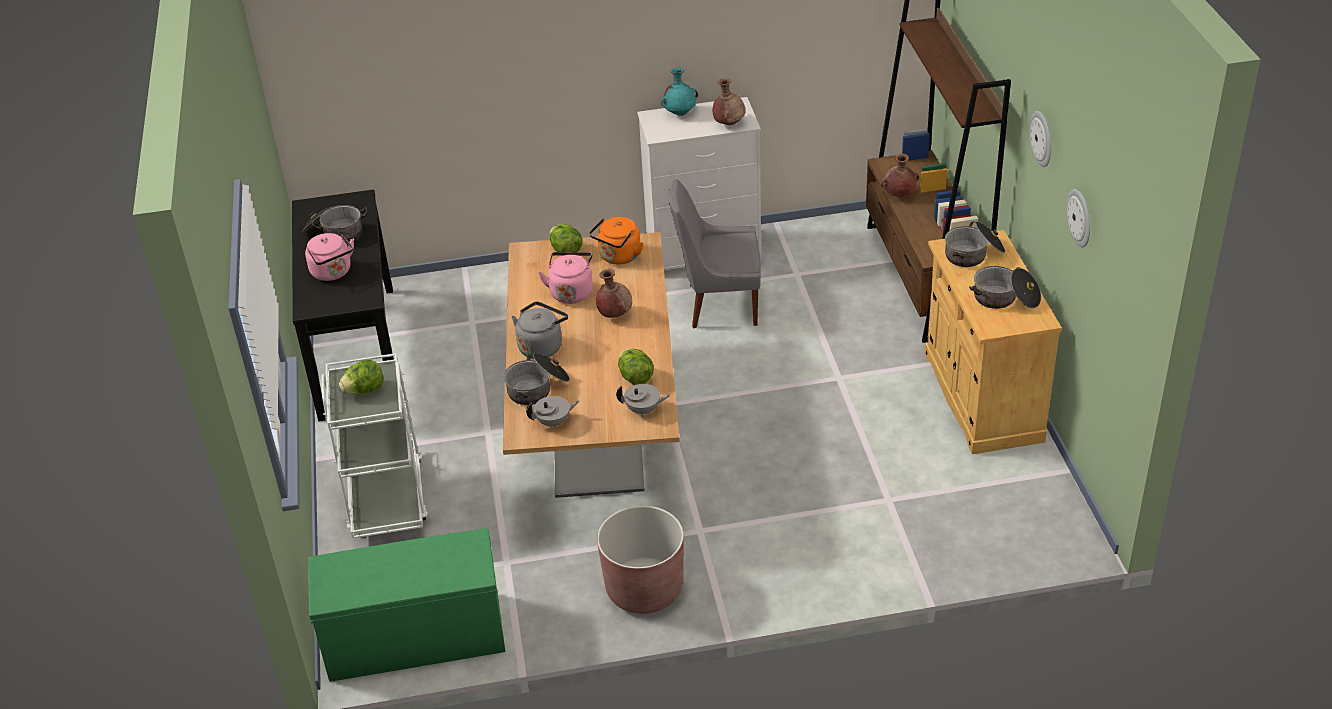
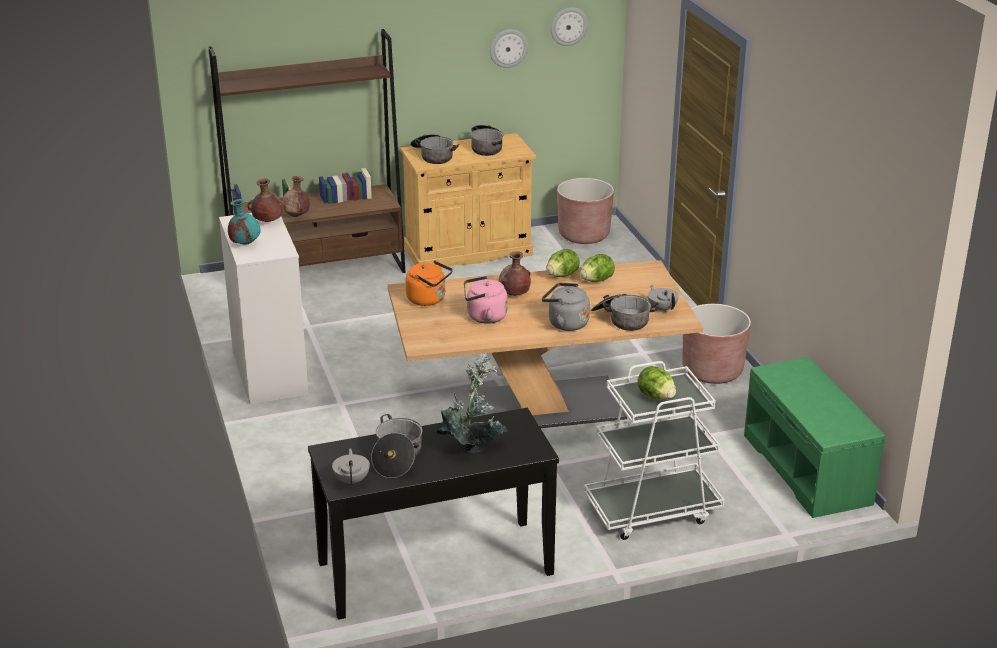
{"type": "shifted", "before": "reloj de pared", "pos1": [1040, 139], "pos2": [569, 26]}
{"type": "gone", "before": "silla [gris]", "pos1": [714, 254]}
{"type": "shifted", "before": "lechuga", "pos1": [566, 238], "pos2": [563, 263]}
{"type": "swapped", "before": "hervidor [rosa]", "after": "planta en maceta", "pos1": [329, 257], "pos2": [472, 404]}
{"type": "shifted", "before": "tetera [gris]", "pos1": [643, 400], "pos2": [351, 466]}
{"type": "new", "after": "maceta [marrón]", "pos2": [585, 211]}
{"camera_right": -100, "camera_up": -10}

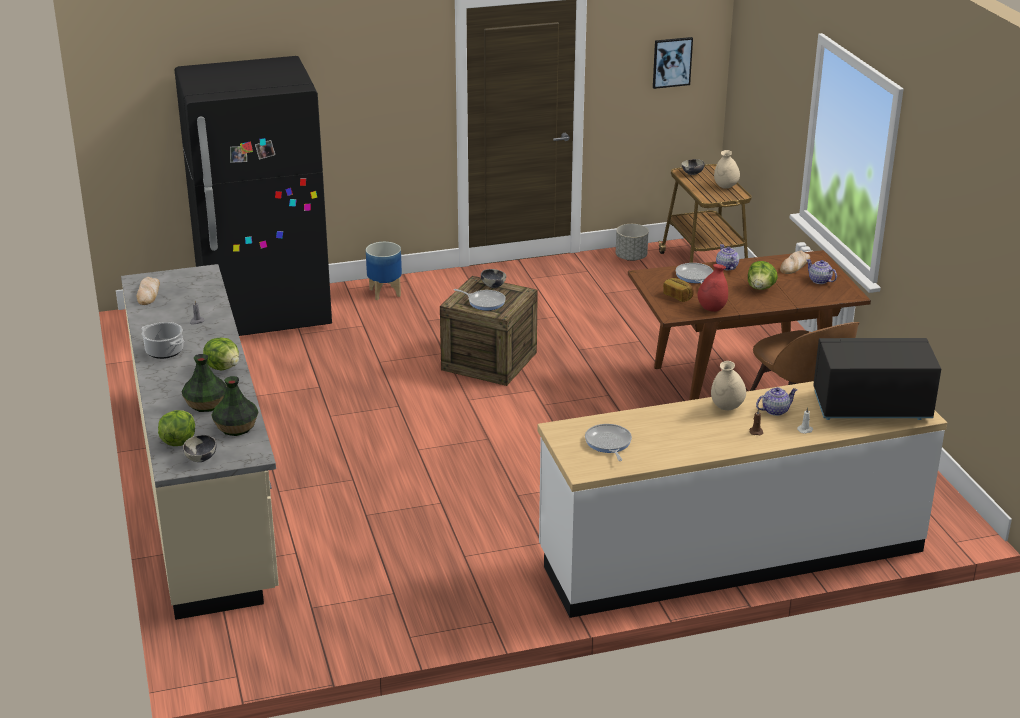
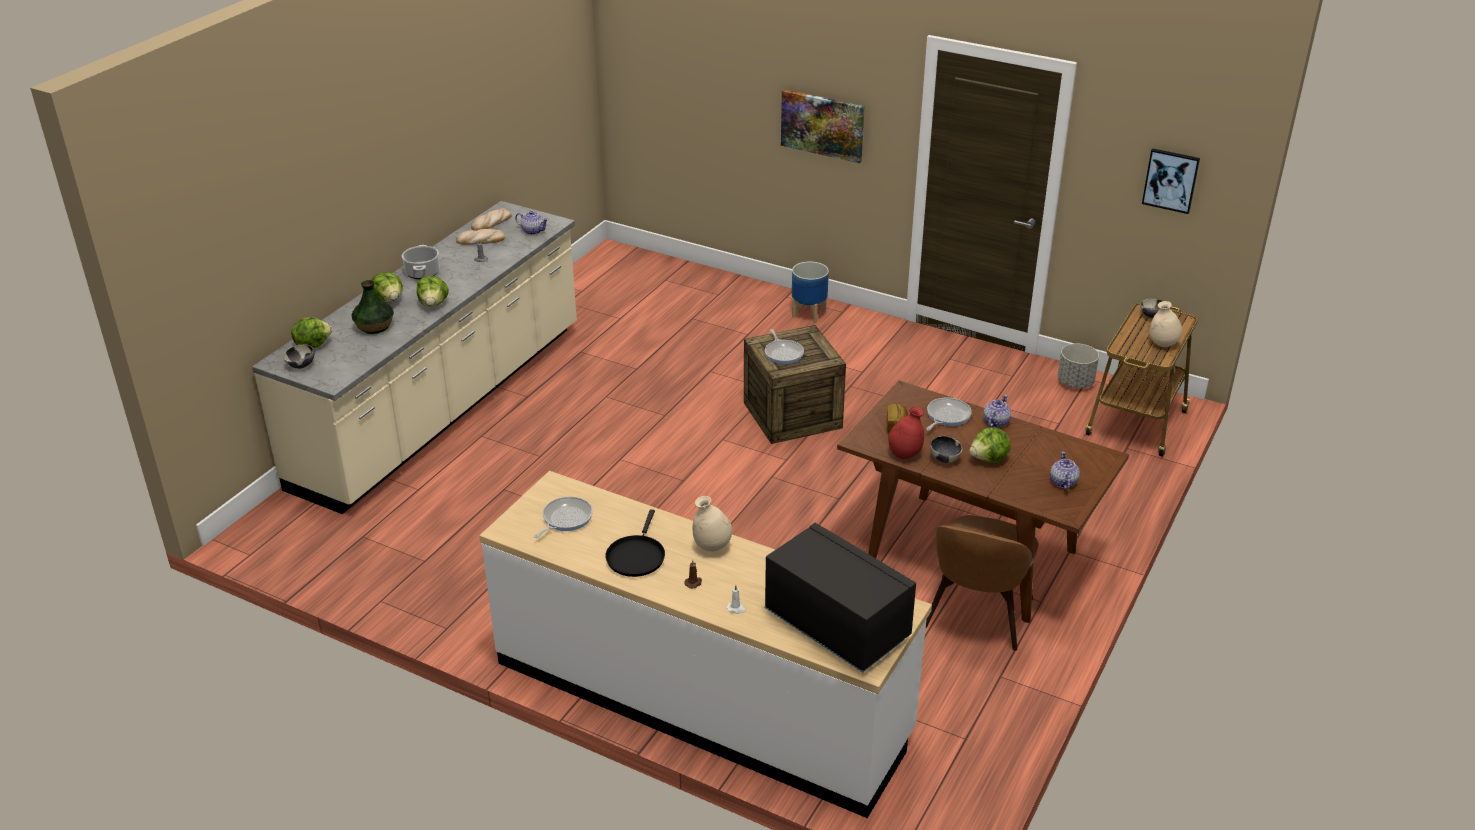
{"type": "gone", "before": "nevera [negro]", "pos1": [253, 196]}
{"type": "shifted", "before": "pan", "pos1": [795, 262], "pos2": [480, 237]}
{"type": "shifted", "before": "cuenco", "pos1": [493, 278], "pos2": [946, 449]}
{"type": "gone", "before": "florero", "pos1": [235, 406]}
{"type": "shifted", "before": "tetera", "pos1": [777, 401], "pos2": [532, 223]}
{"type": "new", "after": "cuadro", "pos2": [822, 126]}
{"type": "new", "after": "lechuga", "pos2": [387, 287]}
{"type": "new", "after": "sartén [negro]", "pos2": [635, 543]}
{"camera_right": 45, "camera_up": 5}

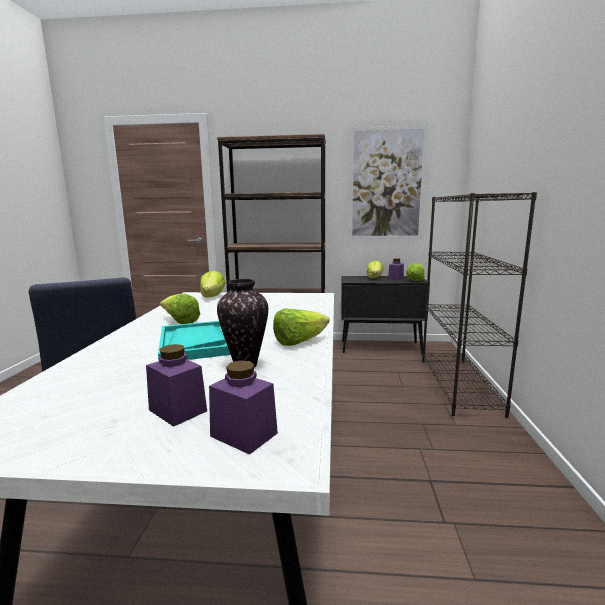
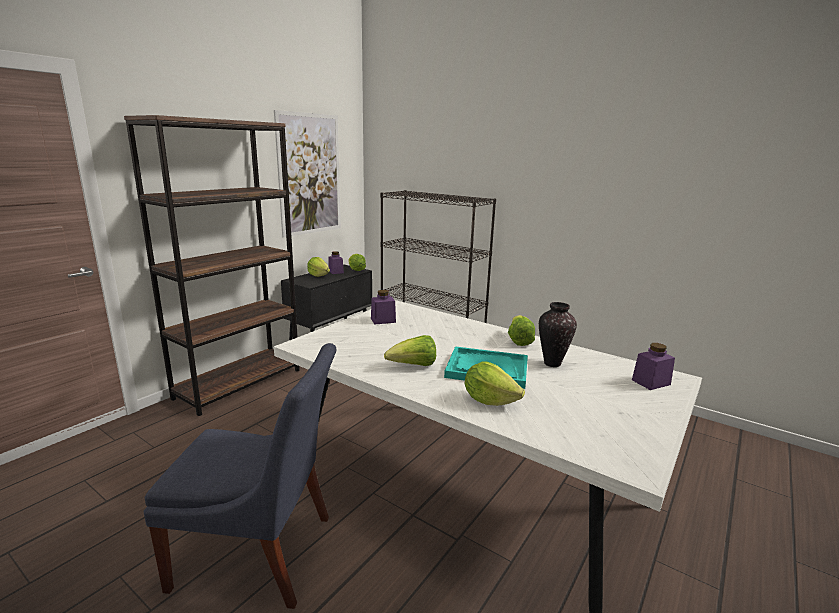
{"type": "shifted", "before": "lechuga", "pos1": [212, 284], "pos2": [495, 383]}
{"type": "shifted", "before": "tarro [morado]", "pos1": [176, 385], "pos2": [383, 307]}
{"camera_right": -60, "camera_up": 5}

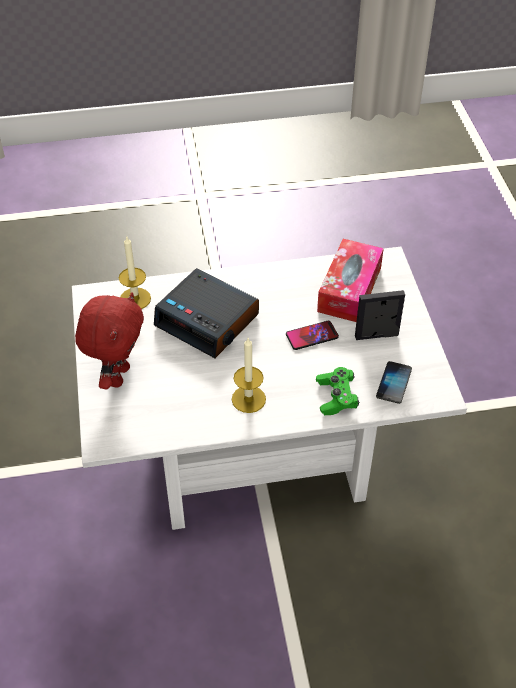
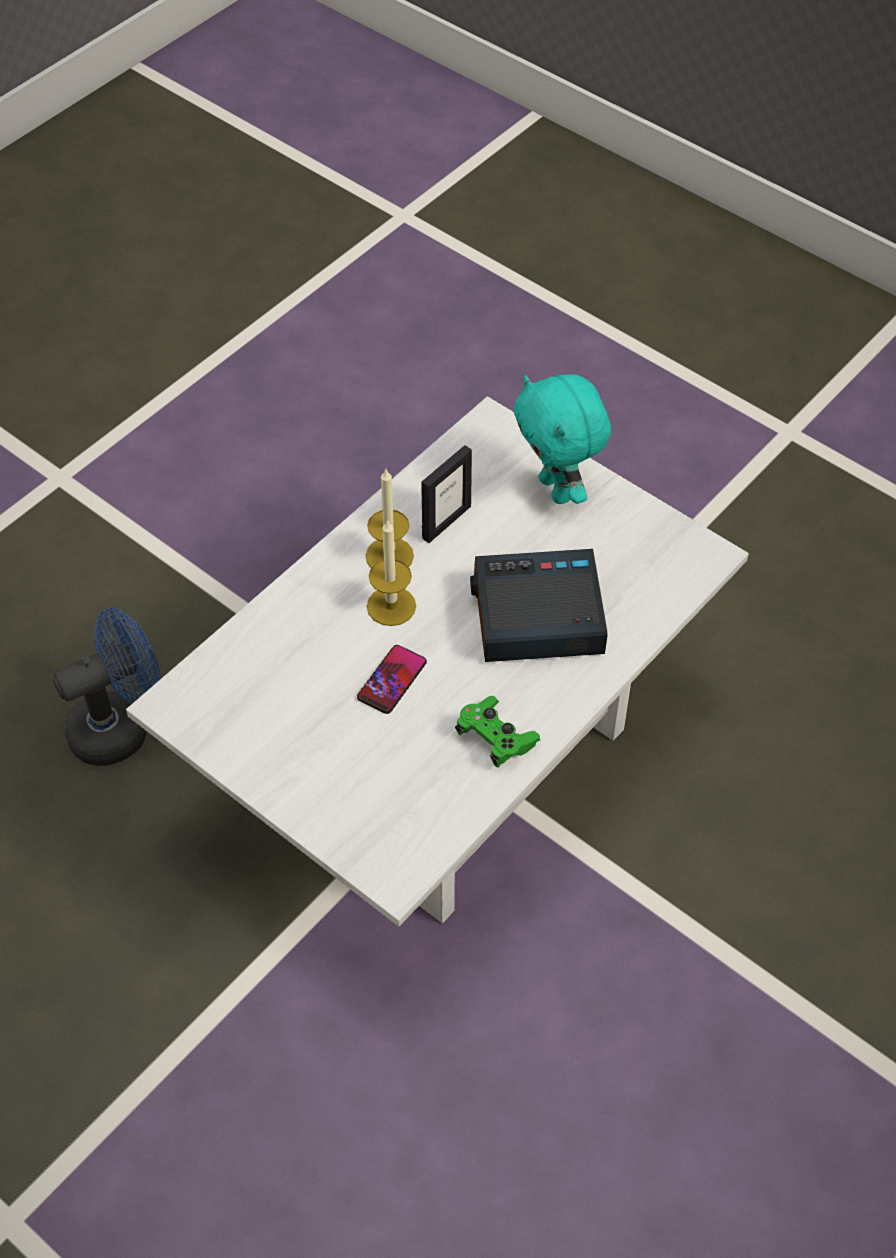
{"type": "shifted", "before": "vela", "pos1": [135, 272], "pos2": [391, 573]}
{"type": "gone", "before": "caja de pañuelos", "pos1": [350, 280]}
{"type": "shifted", "before": "portarretratos", "pos1": [380, 315], "pos2": [446, 494]}
{"type": "repainted", "before": "peluche [rojo]", "after": "peluche [turquesa]", "pos1": [109, 340], "pos2": [562, 439]}
{"type": "gone", "before": "móvil", "pos1": [394, 382]}
{"type": "shifted", "before": "mando de consola [verde]", "pos1": [337, 391], "pos2": [497, 732]}
{"type": "new", "after": "ventilador [azul]", "pos2": [106, 686]}
{"camera_right": 140, "camera_up": 5}

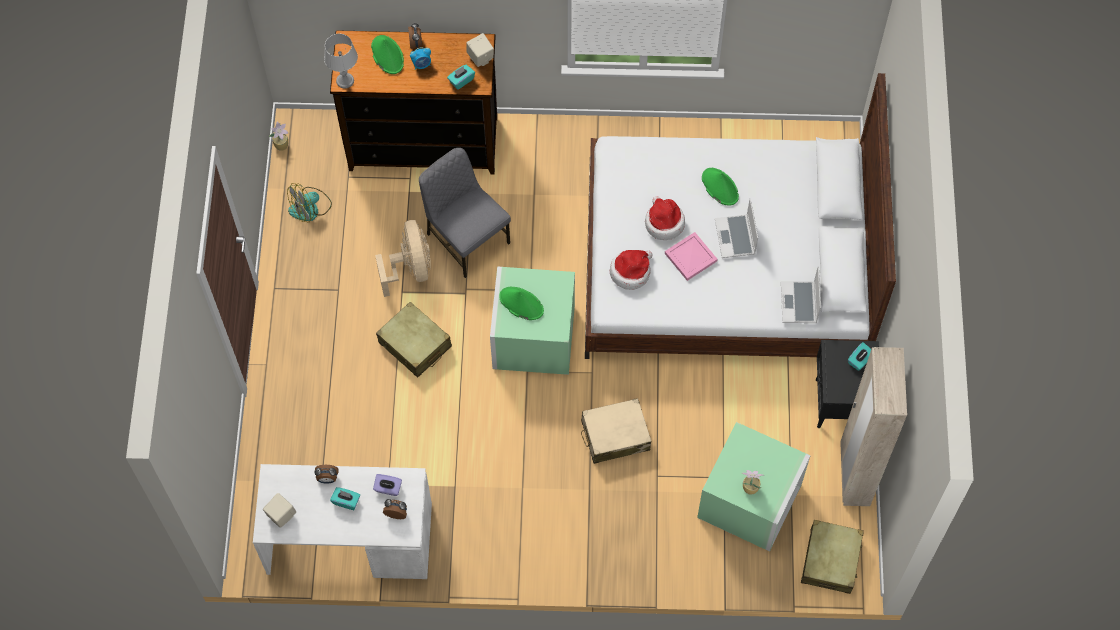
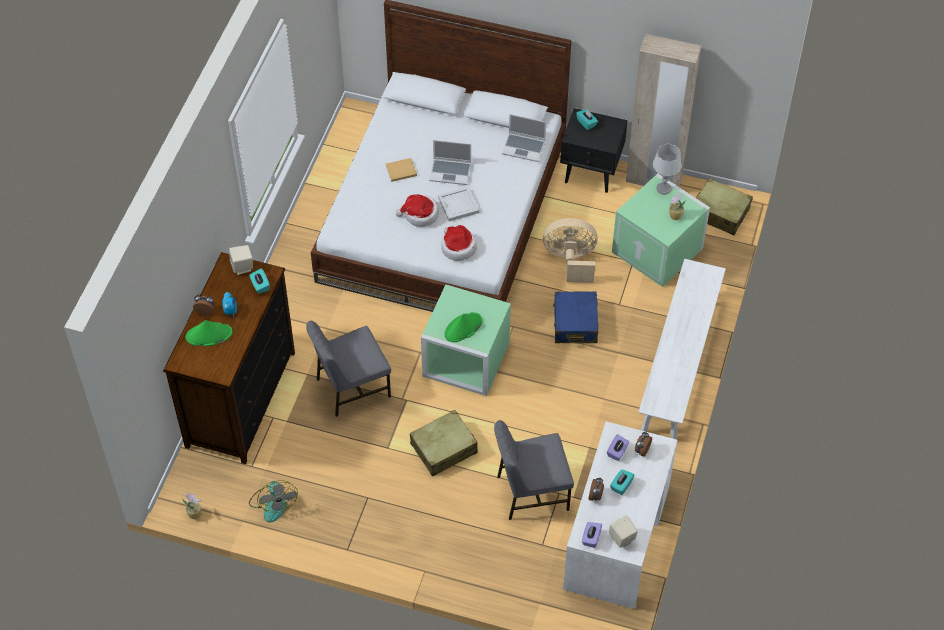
{"type": "shifted", "before": "lámpara de mesa [gris]", "pos1": [341, 61], "pos2": [667, 169]}
{"type": "swapped", "before": "sombrero [verde]", "after": "libro [beis]", "pos1": [720, 187], "pos2": [401, 170]}
{"type": "shifted", "before": "ventilador [beis]", "pos1": [402, 258], "pos2": [570, 250]}
{"type": "repainted", "before": "bandeja [rosa]", "after": "bandeja [blanco]", "pos1": [691, 256], "pos2": [458, 204]}
{"type": "repainted", "before": "maleta [beis]", "after": "maleta [azul]", "pos1": [616, 431], "pos2": [576, 317]}
{"type": "new", "after": "banco [blanco]", "pos2": [682, 349]}
{"type": "new", "after": "silla [gris]", "pos2": [534, 470]}
{"type": "new", "after": "caja de pañuelos [morado]", "pos2": [592, 535]}
{"camera_right": -75, "camera_up": -10}

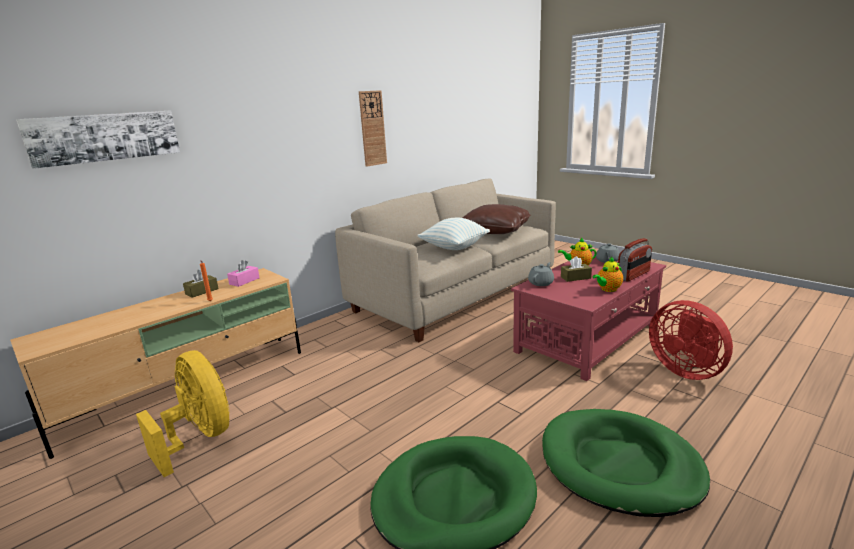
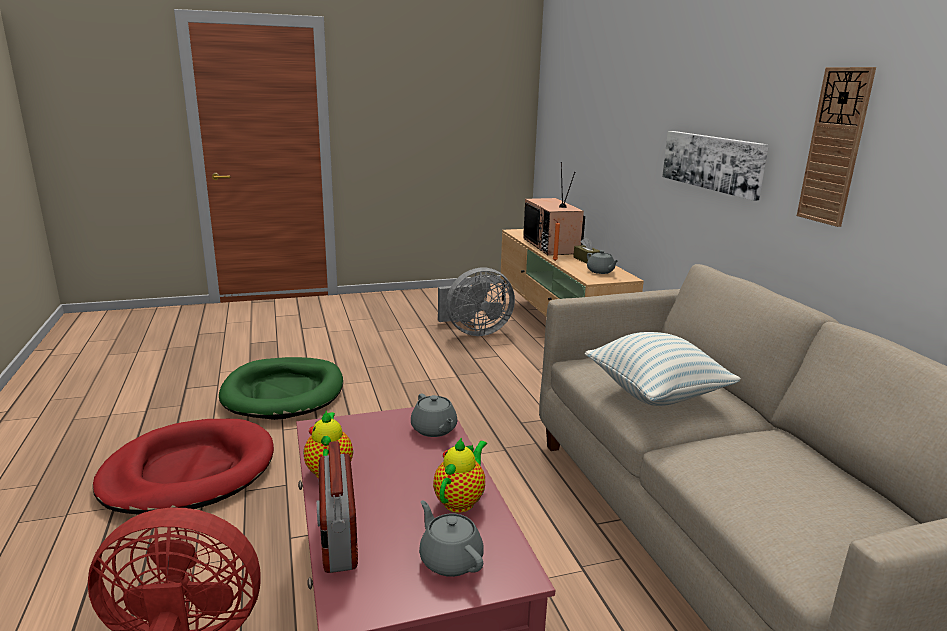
{"type": "shifted", "before": "cuadro", "pos1": [98, 139], "pos2": [715, 166]}
{"type": "gone", "before": "cojín [marrón]", "pos1": [496, 219]}
{"type": "gone", "before": "caja de pañuelos [marrón]", "pos1": [576, 269]}
{"type": "swapped", "before": "caja de pañuelos [rosa]", "after": "tetera [gris]", "pos1": [243, 273], "pos2": [603, 262]}
{"type": "repainted", "before": "ventilador [amarillo]", "after": "ventilador [gris]", "pos1": [182, 413], "pos2": [476, 302]}
{"type": "repainted", "before": "cama para perro [verde]", "after": "cama para perro [rojo]", "pos1": [626, 463], "pos2": [183, 467]}
{"type": "new", "after": "televisor", "pos2": [554, 208]}
{"camera_right": 115, "camera_up": 0}

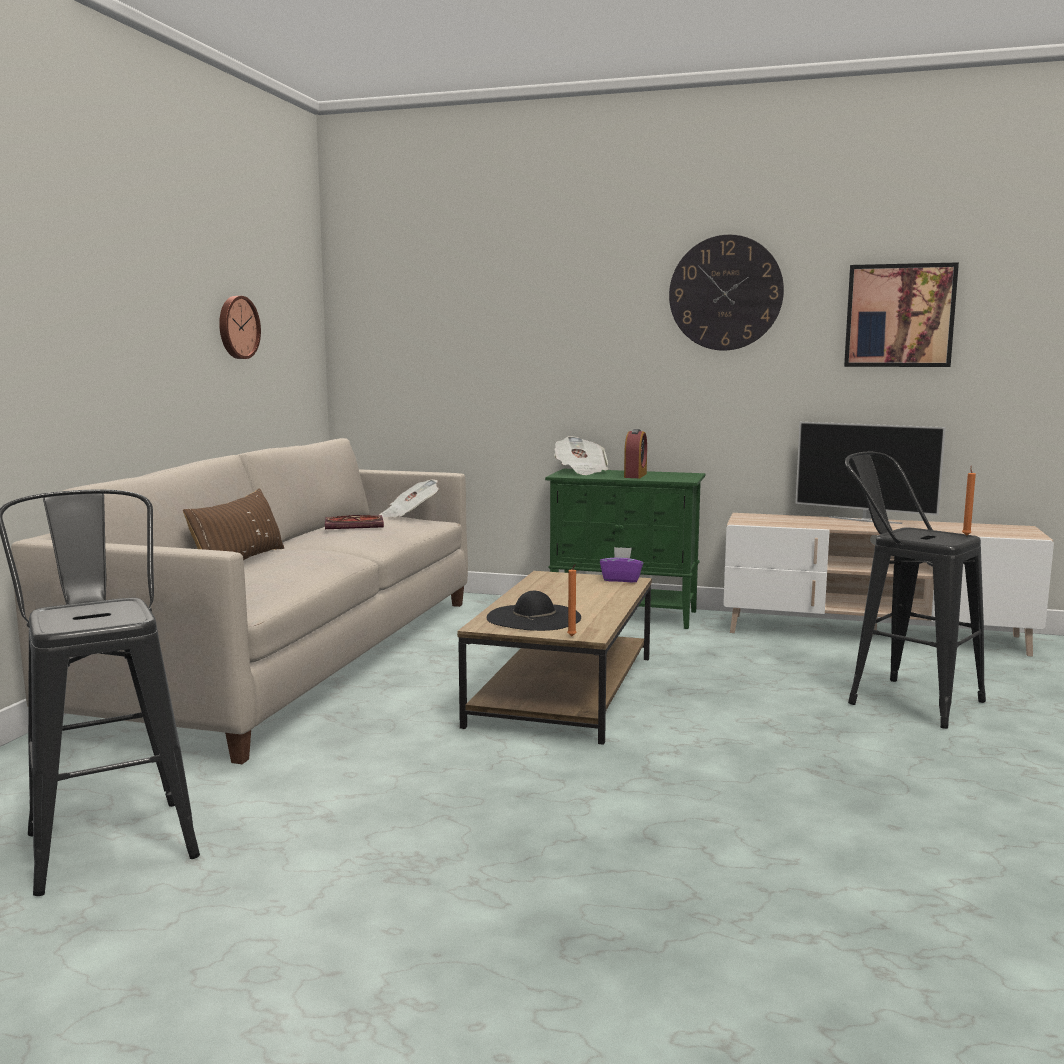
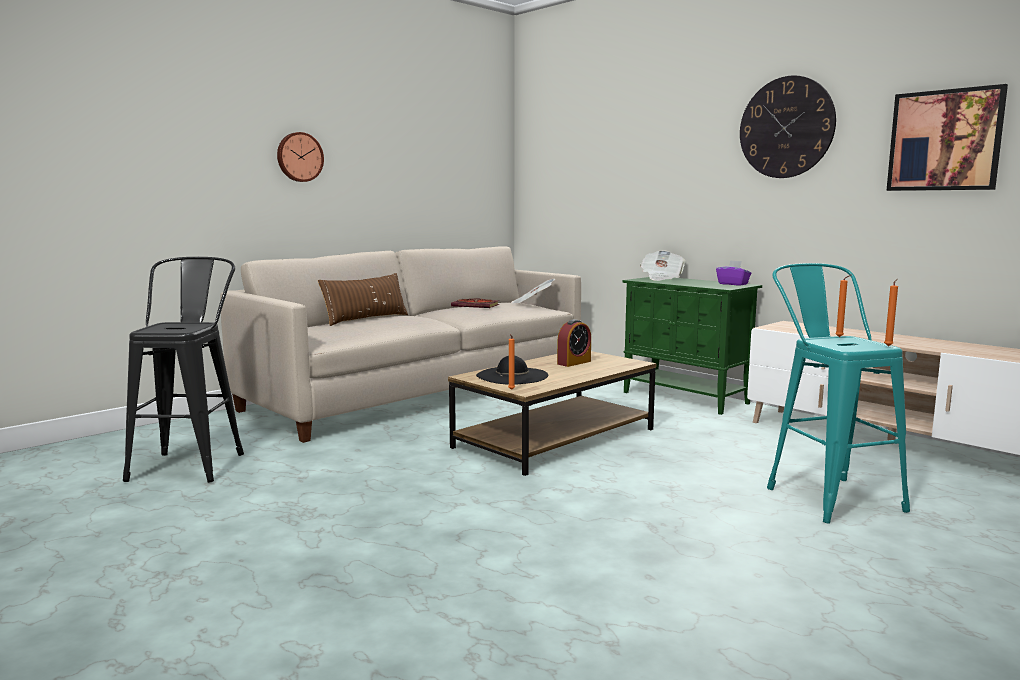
{"type": "shifted", "before": "reloj de pared", "pos1": [240, 327], "pos2": [300, 157]}
{"type": "gone", "before": "televisor", "pos1": [870, 473]}
{"type": "shifted", "before": "despertador", "pos1": [635, 453], "pos2": [574, 343]}
{"type": "repainted", "before": "taburete [negro]", "after": "taburete [turquesa]", "pos1": [915, 590], "pos2": [838, 393]}
{"type": "shifted", "before": "caja de pañuelos [morado]", "pos1": [621, 564], "pos2": [733, 272]}
{"type": "new", "after": "vela [naranja]", "pos2": [843, 306]}
{"camera_right": 30, "camera_up": 0}

